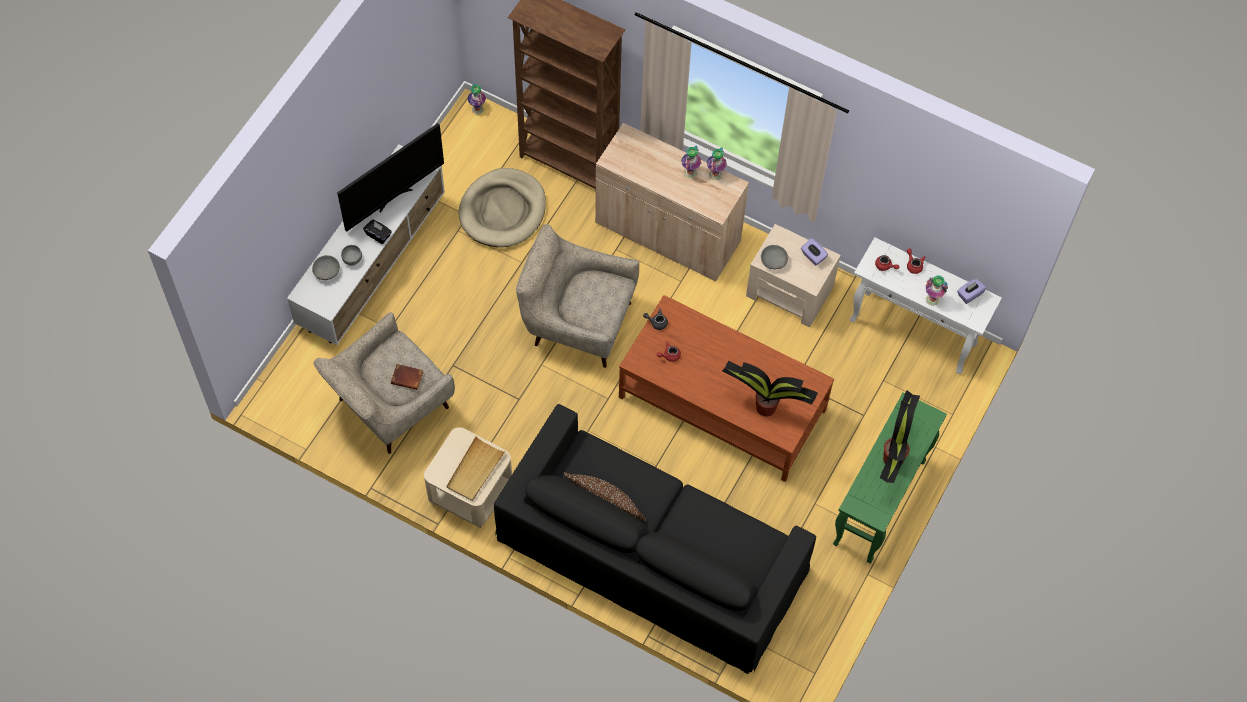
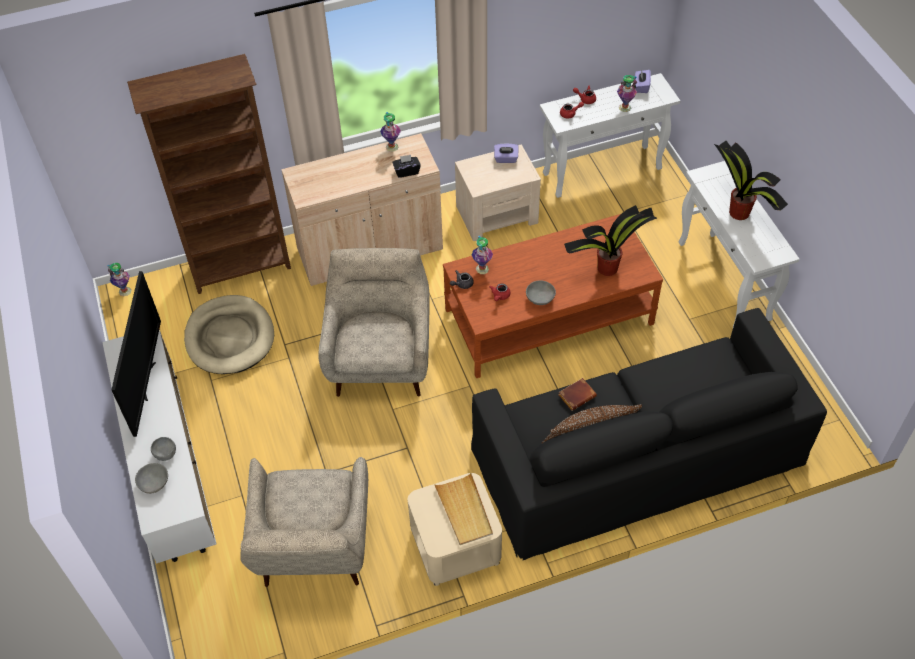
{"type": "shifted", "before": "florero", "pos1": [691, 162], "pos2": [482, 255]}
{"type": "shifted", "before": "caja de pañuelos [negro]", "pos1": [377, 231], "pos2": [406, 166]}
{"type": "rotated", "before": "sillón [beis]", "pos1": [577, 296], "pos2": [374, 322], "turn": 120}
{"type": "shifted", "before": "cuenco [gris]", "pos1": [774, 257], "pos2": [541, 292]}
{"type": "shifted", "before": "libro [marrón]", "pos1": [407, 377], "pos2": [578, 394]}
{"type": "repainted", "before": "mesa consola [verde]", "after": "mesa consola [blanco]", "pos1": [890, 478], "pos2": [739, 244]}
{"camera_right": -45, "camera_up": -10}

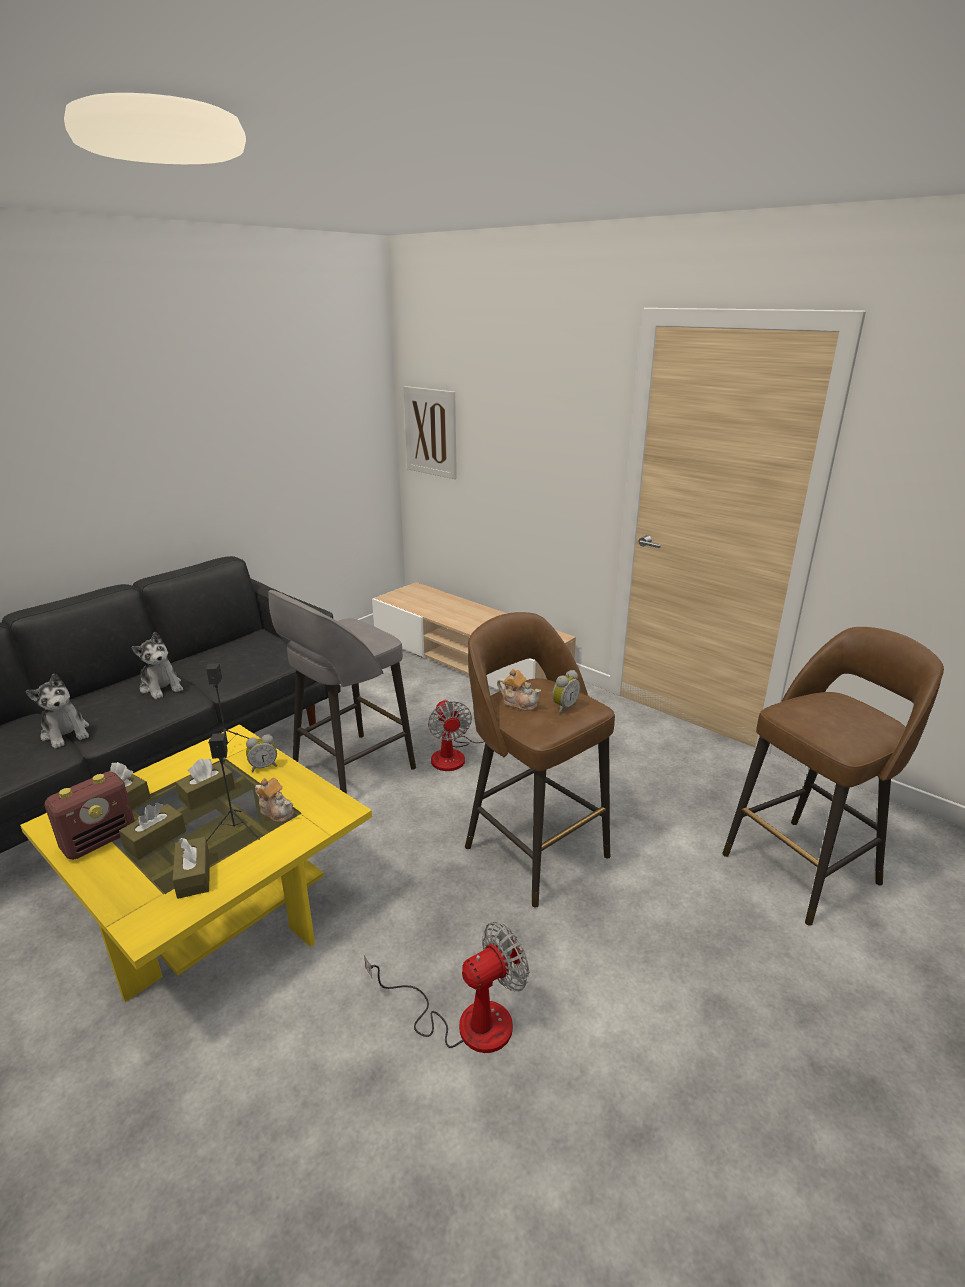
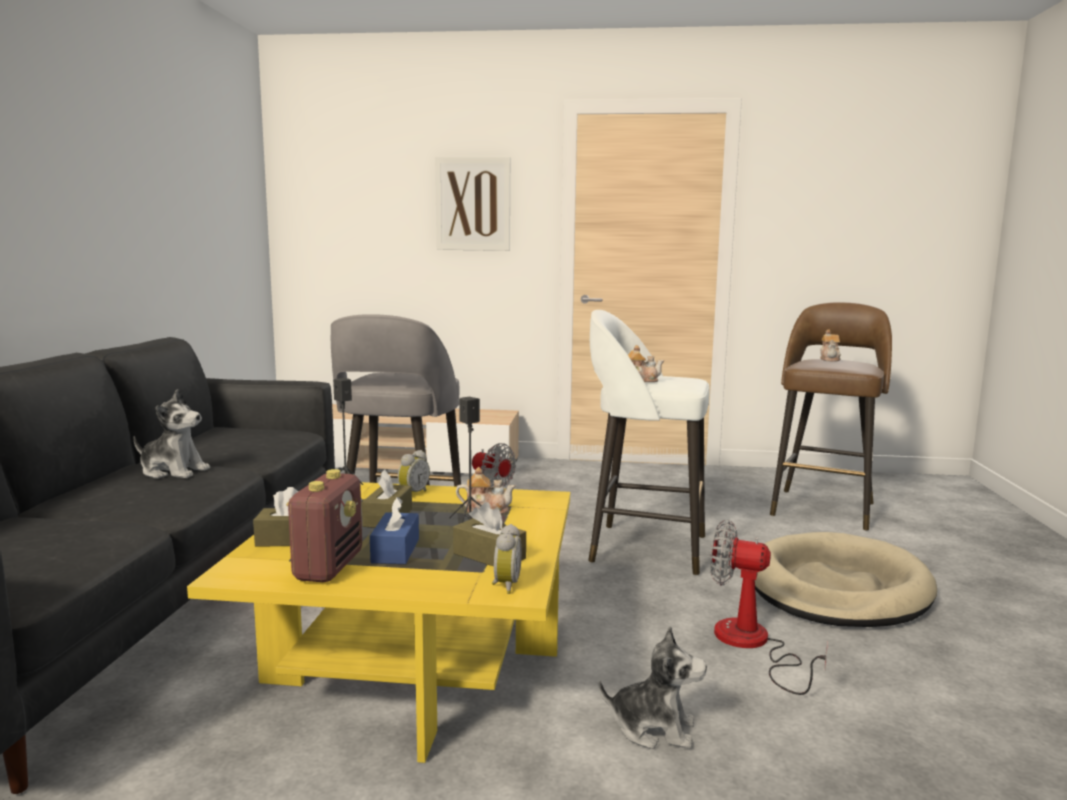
{"type": "shifted", "before": "cuadro", "pos1": [430, 432], "pos2": [472, 204]}
{"type": "repainted", "before": "taburete [marrón]", "after": "taburete [blanco]", "pos1": [540, 760], "pos2": [649, 442]}
{"type": "shifted", "before": "despertador", "pos1": [566, 692], "pos2": [507, 559]}
{"type": "shifted", "before": "peluche", "pos1": [57, 711], "pos2": [653, 687]}
{"type": "repainted", "before": "caja de pañuelos [marrón]", "after": "caja de pañuelos [azul]", "pos1": [152, 831], "pos2": [394, 530]}
{"type": "rotated", "before": "ventilador", "pos1": [446, 987], "pos2": [769, 607], "turn": -90}
{"type": "new", "after": "tetera", "pos2": [830, 345]}
{"type": "new", "after": "cama para perro [beis]", "pos2": [846, 579]}
{"camera_right": -35, "camera_up": -15}

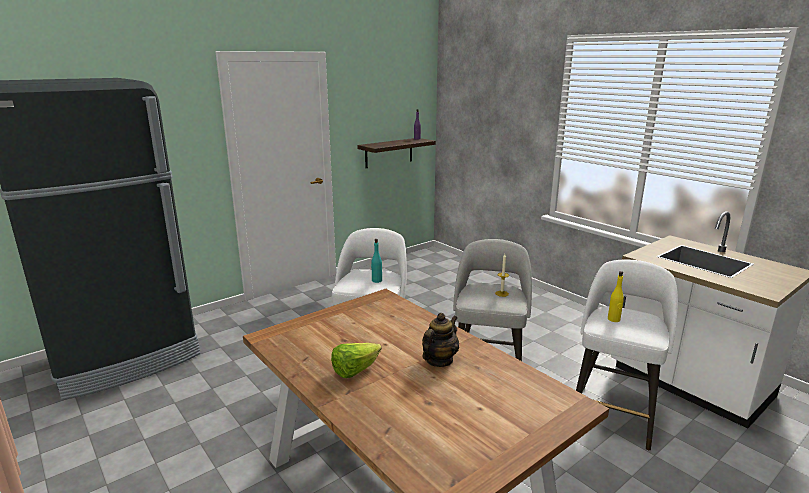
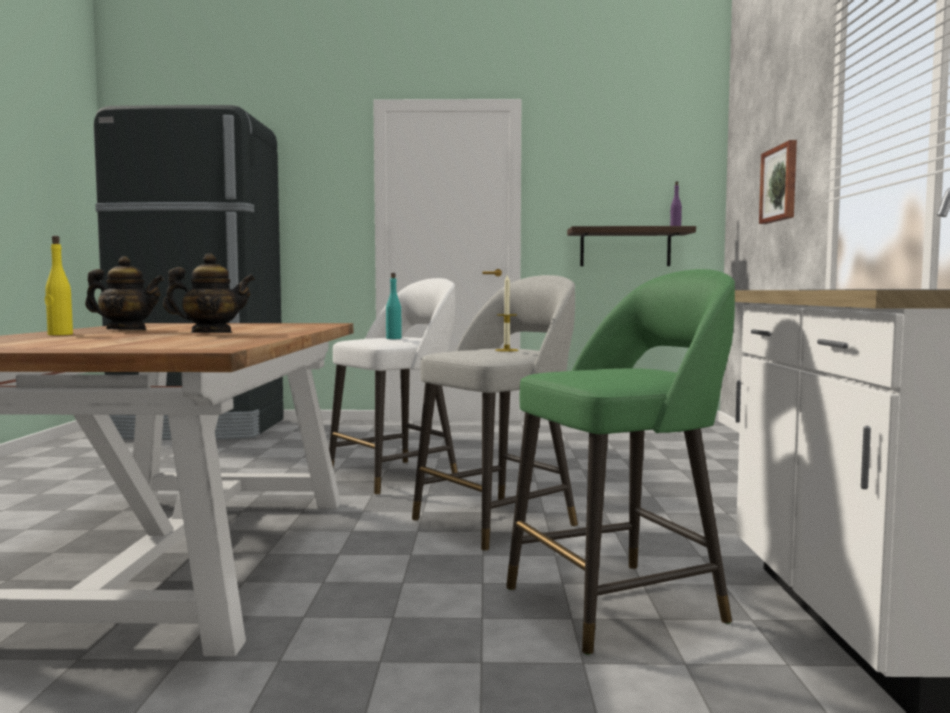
{"type": "repainted", "before": "taburete [blanco]", "after": "taburete [verde]", "pos1": [627, 355], "pos2": [620, 462]}
{"type": "shifted", "before": "botella [amarillo]", "pos1": [616, 296], "pos2": [59, 285]}
{"type": "swapped", "before": "lechuga", "after": "tetera", "pos1": [356, 360], "pos2": [124, 293]}
{"type": "new", "after": "cuadro", "pos2": [778, 182]}
{"camera_right": 40, "camera_up": -15}

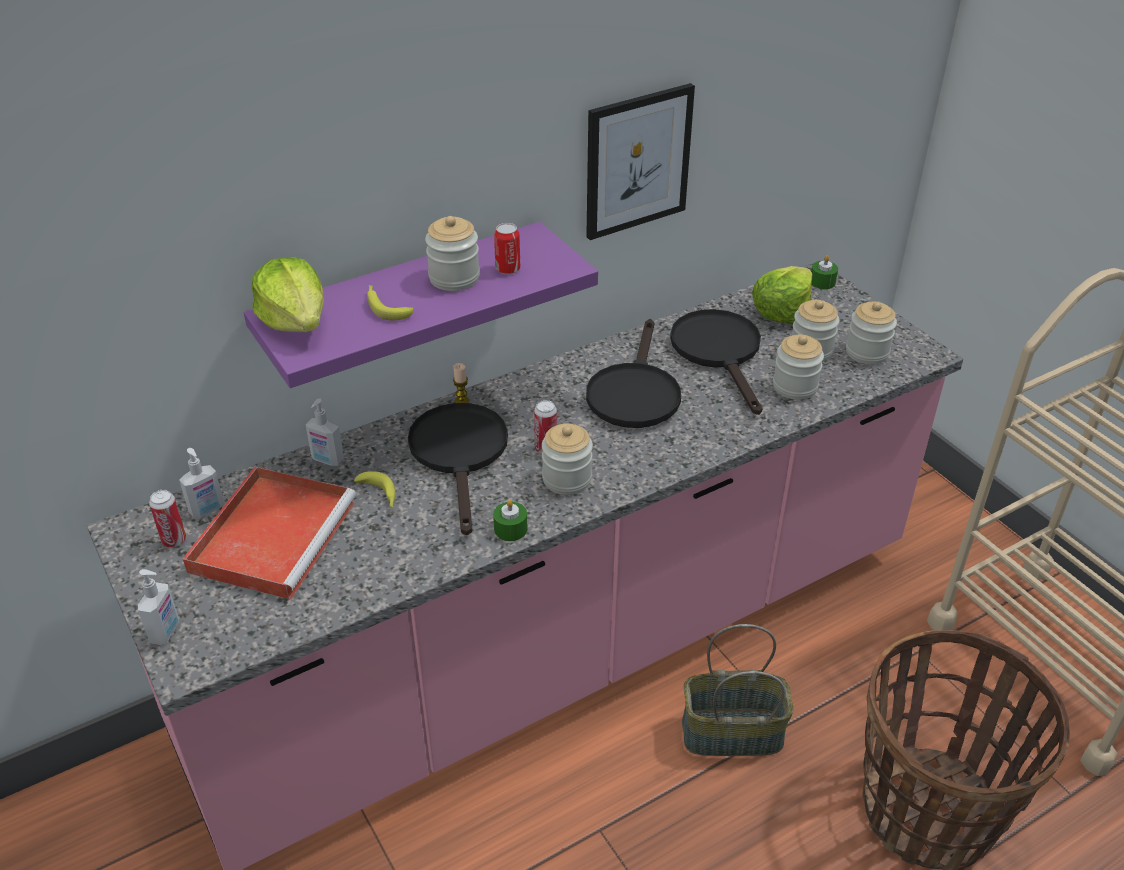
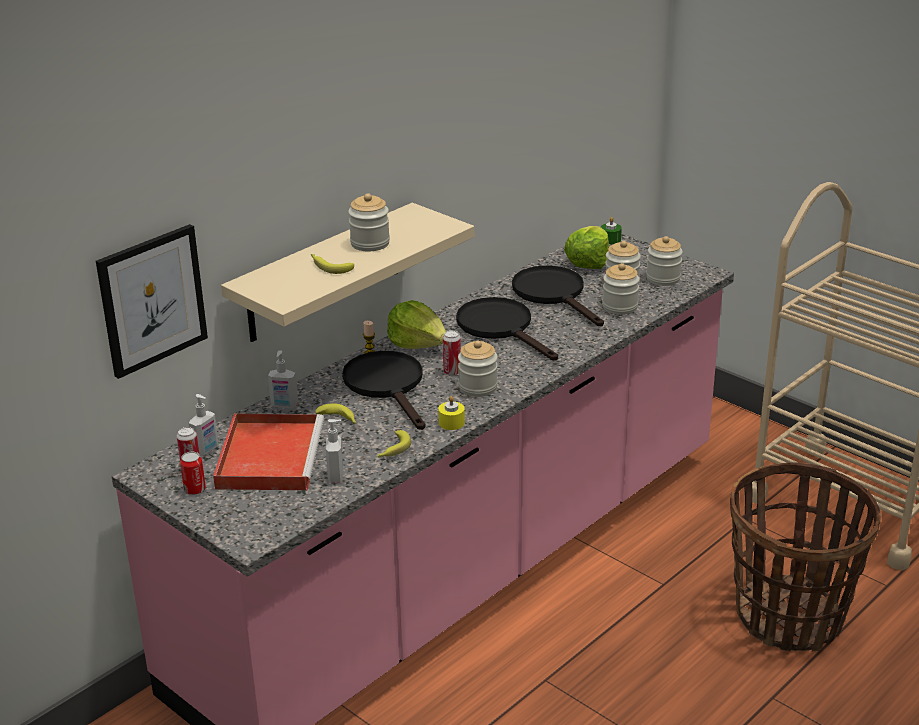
{"type": "shifted", "before": "cuadro", "pos1": [640, 161], "pos2": [152, 301]}
{"type": "repainted", "before": "estante [morado]", "after": "estante [beis]", "pos1": [421, 305], "pos2": [347, 272]}
{"type": "shifted", "before": "lata", "pos1": [507, 248], "pos2": [193, 473]}
{"type": "shifted", "before": "lechuga", "pos1": [287, 294], "pos2": [416, 324]}
{"type": "rotated", "before": "sartén [negro]", "pos1": [633, 373], "pos2": [507, 328], "turn": 150}
{"type": "repainted", "before": "vela [verde]", "after": "vela [amarillo]", "pos1": [510, 520], "pos2": [451, 413]}
{"type": "shifted", "before": "dispensador de jabón", "pos1": [158, 607], "pos2": [334, 451]}
{"type": "gone", "before": "cesta", "pos1": [738, 690]}
{"type": "new", "after": "plátano", "pos2": [394, 444]}
{"camera_right": -15, "camera_up": -10}

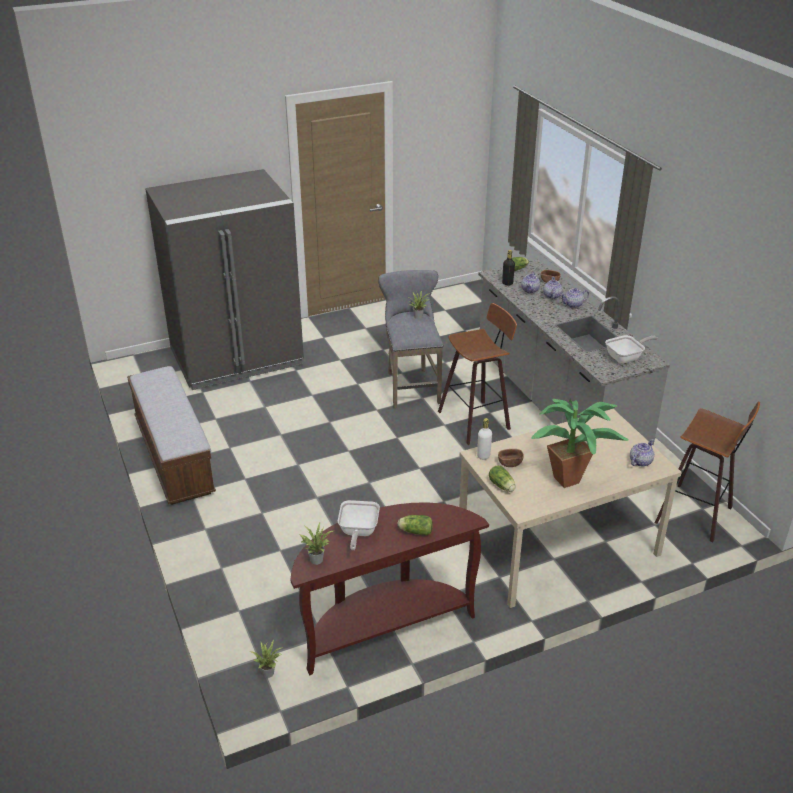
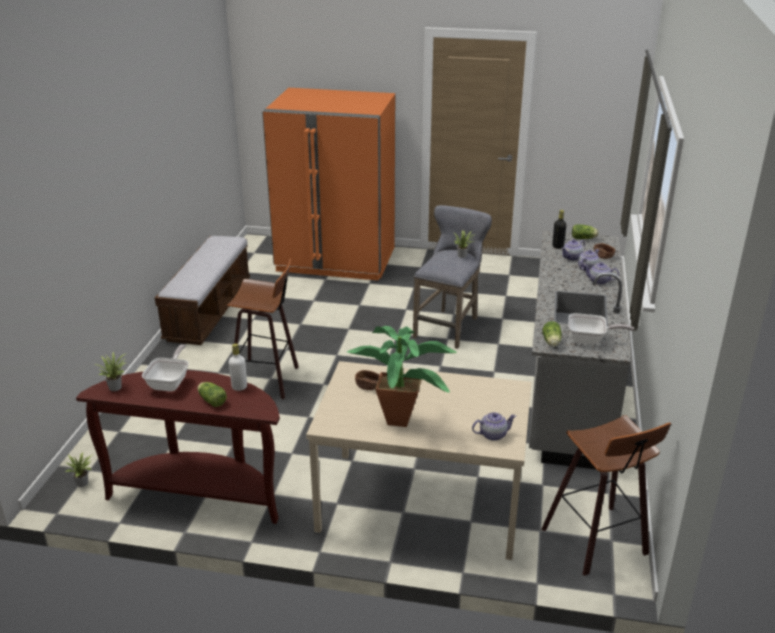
{"type": "repainted", "before": "nevera [gris]", "after": "nevera [naranja]", "pos1": [224, 279], "pos2": [328, 184]}
{"type": "shifted", "before": "taburete", "pos1": [477, 374], "pos2": [263, 328]}
{"type": "shifted", "before": "botella [blanco]", "pos1": [484, 439], "pos2": [238, 367]}
{"type": "shifted", "before": "lechuga", "pos1": [502, 479], "pos2": [551, 334]}
{"type": "rotated", "before": "sartén", "pos1": [359, 525], "pos2": [165, 368], "turn": 150}
{"camera_right": 35, "camera_up": -5}

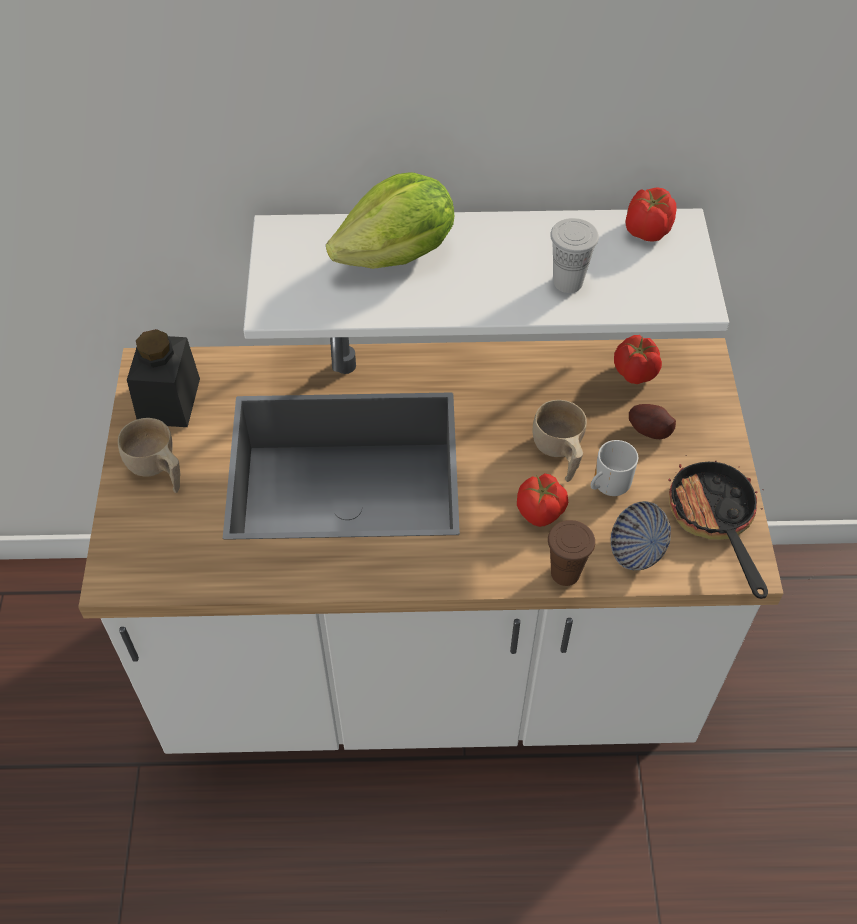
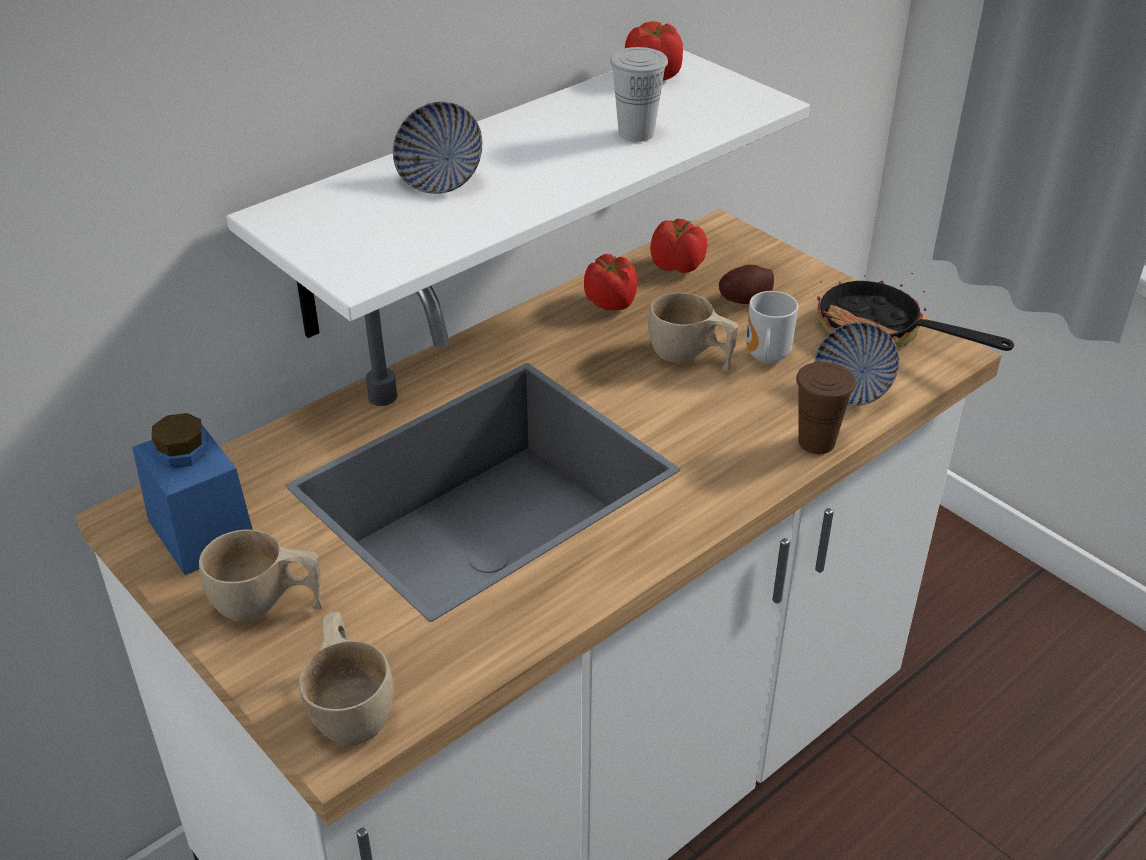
{"type": "swapped", "before": "lechuga", "after": "cuenco", "pos1": [390, 220], "pos2": [437, 148]}
{"type": "repainted", "before": "tarro [negro]", "after": "tarro [azul]", "pos1": [163, 378], "pos2": [192, 494]}
{"type": "shifted", "before": "tomate", "pos1": [542, 500], "pos2": [610, 282]}
{"type": "new", "after": "taza [beis]", "pos2": [346, 678]}
{"camera_right": -40, "camera_up": -15}

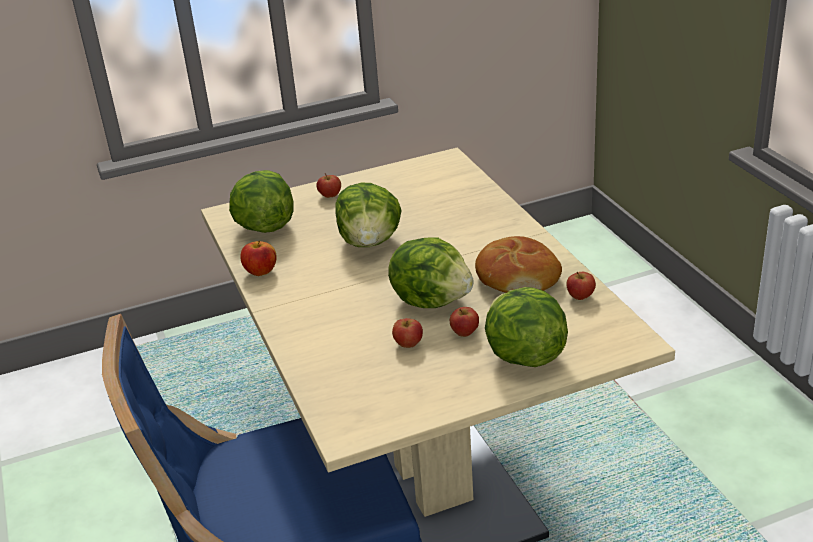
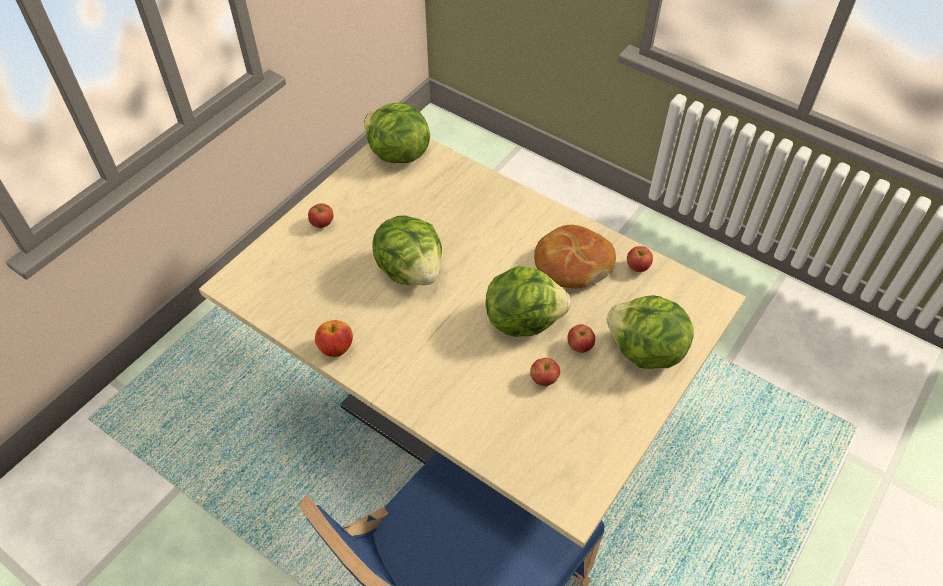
{"type": "shifted", "before": "lechuga", "pos1": [261, 201], "pos2": [397, 133]}
{"camera_right": -35, "camera_up": 20}

